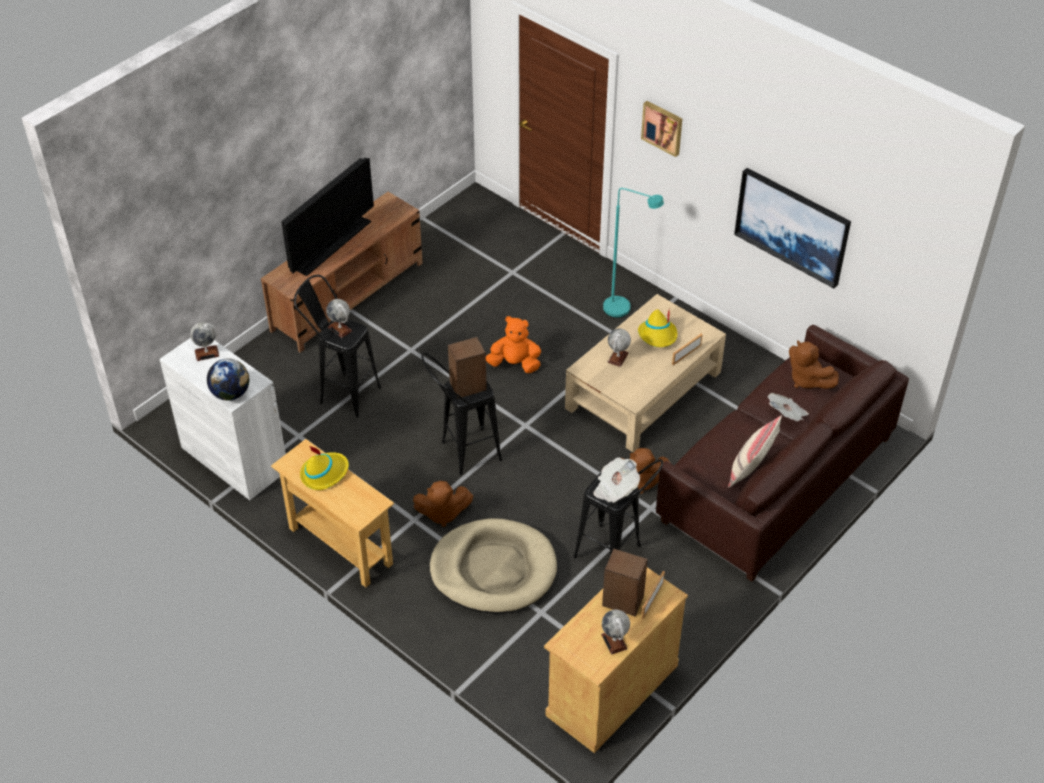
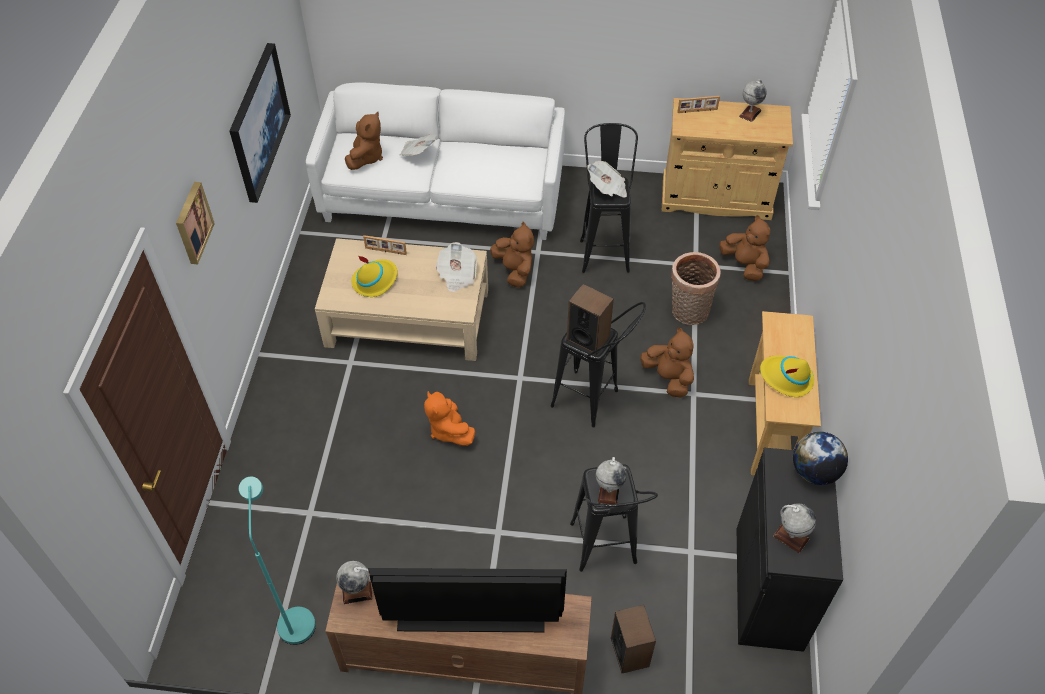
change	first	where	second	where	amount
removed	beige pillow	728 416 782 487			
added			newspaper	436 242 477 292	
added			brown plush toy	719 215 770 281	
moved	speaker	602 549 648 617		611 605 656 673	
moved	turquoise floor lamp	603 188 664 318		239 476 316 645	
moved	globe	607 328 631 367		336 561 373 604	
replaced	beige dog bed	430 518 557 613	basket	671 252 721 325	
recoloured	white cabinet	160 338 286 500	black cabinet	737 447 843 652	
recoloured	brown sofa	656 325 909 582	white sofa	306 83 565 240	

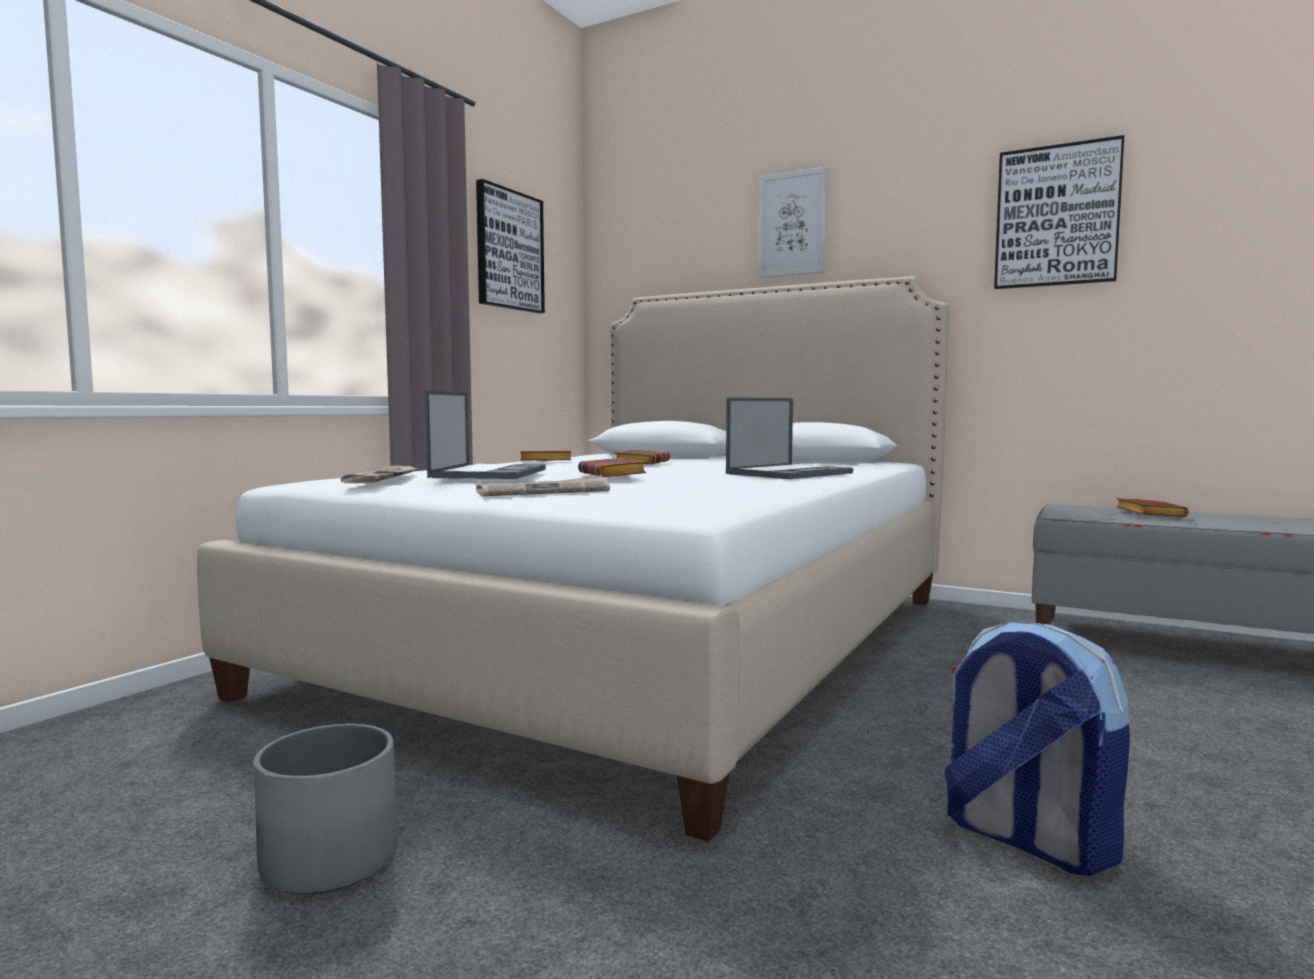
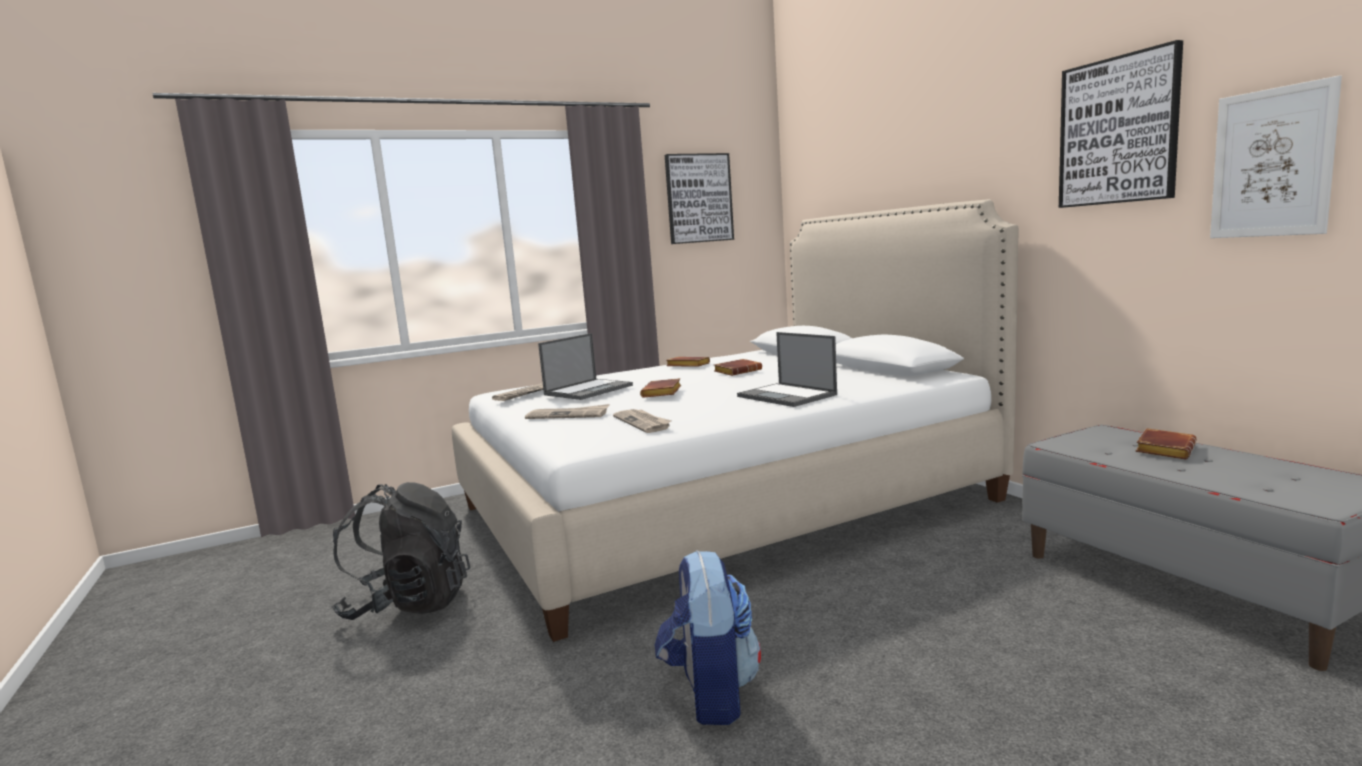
change	first	where	second	where	amount
added			newspaper	613 409 672 433	
moved	picture	758 166 827 278		1210 75 1342 238	
replaced	grey planter	253 724 398 895	black backpack	332 482 470 620	
turned	laptop	726 397 853 479		737 332 837 407	60 degrees clockwise

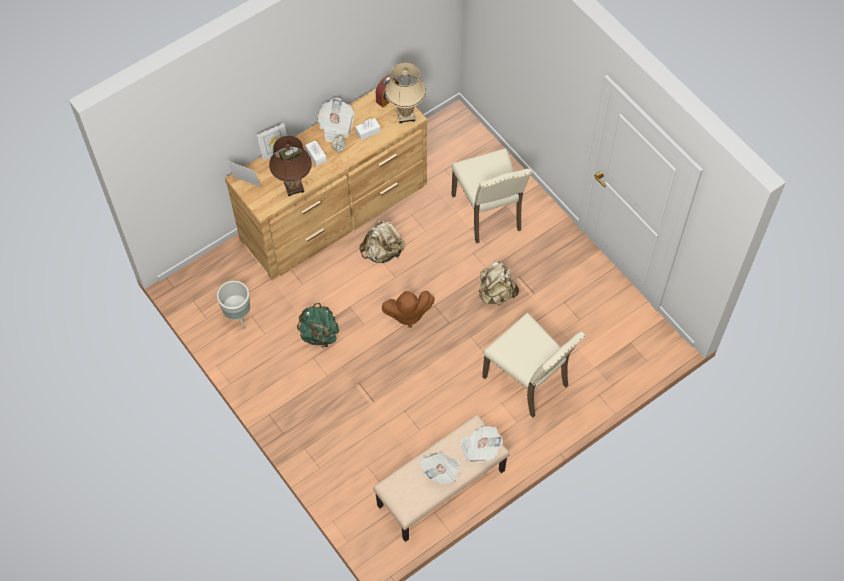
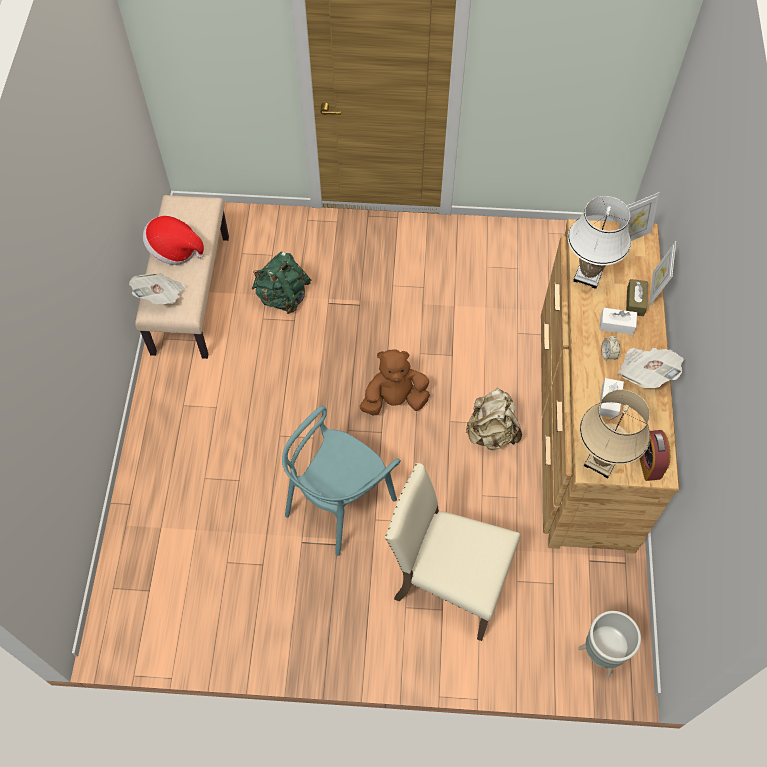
change	first	where	second	where	amount
removed	beige chair	482 313 585 418			
moved	grey planter	217 281 250 330		578 611 641 677	
moved	green backpack	297 303 339 349		252 252 311 314	
replaced	newspaper	420 451 462 484	hat	143 216 204 265	
replaced	beige backpack	478 260 519 306	turquoise chair	282 406 401 556	
recoloured	brown table lamp	269 136 312 196	white table lamp	568 196 631 289	
turned	brown plush toy	382 291 435 328		360 349 430 415	45 degrees clockwise

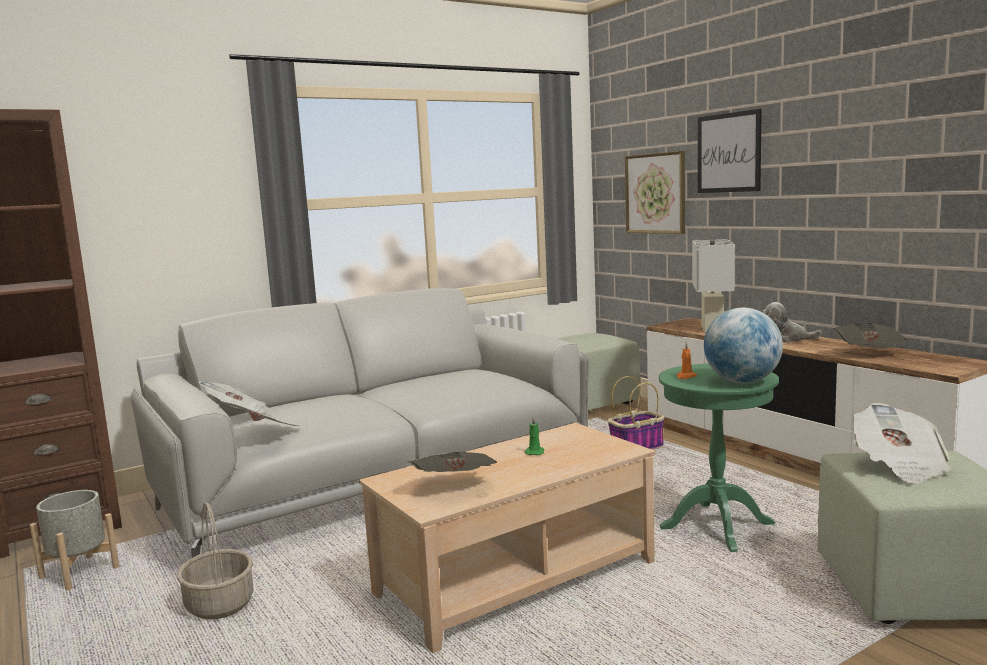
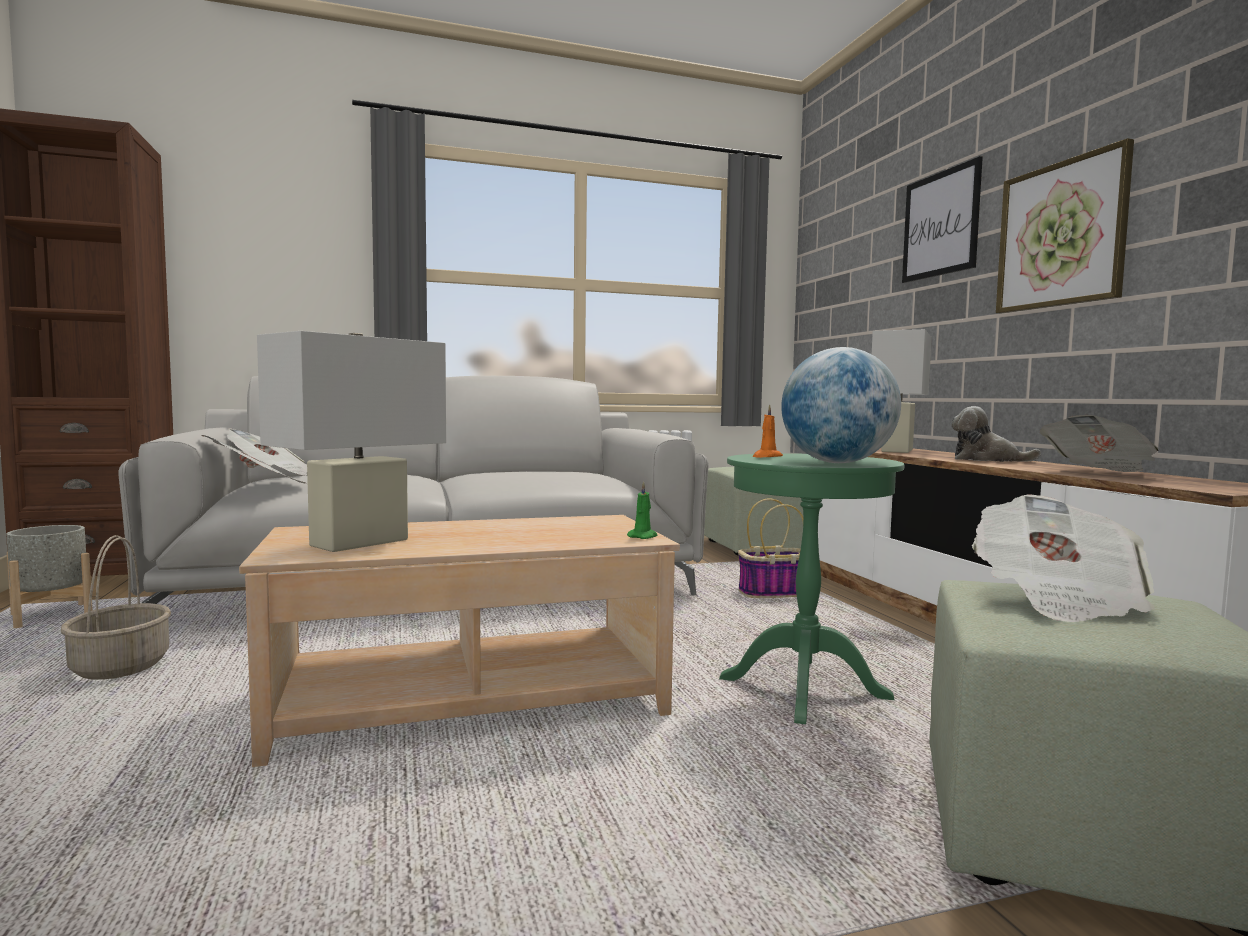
change	first	where	second	where	amount
moved	green candle	525 416 544 455		627 482 657 539	
moved	picture	625 151 685 234		996 138 1134 314	
replaced	newspaper	407 452 497 472	white table lamp	257 331 446 552	

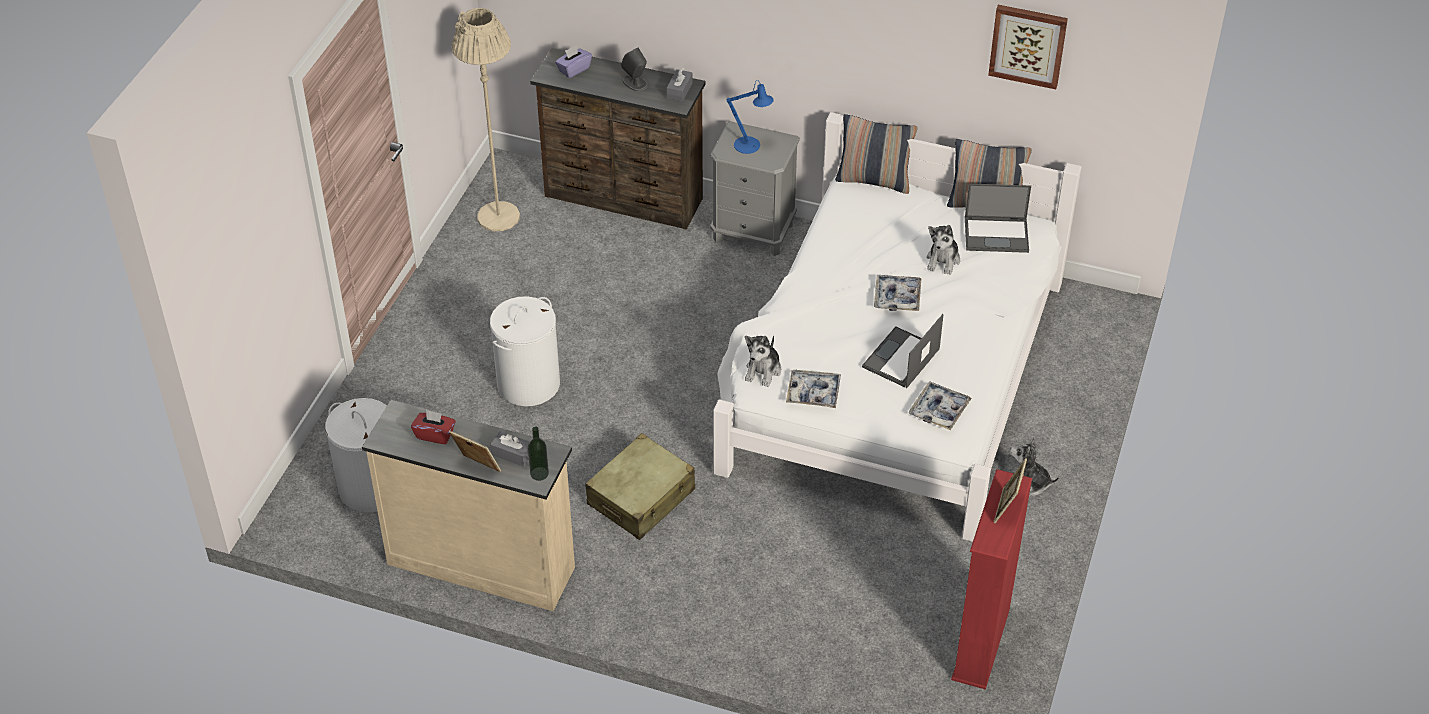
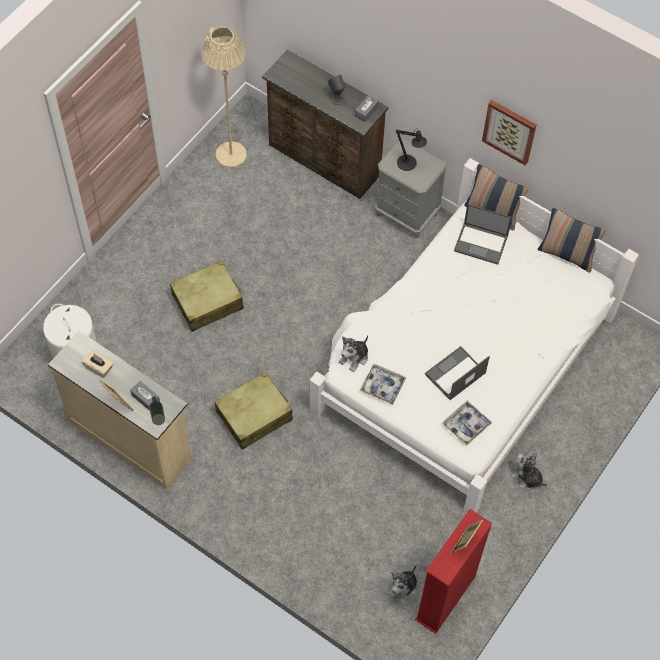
change	first	where	second	where	amount
removed	purple tissue box	555 45 592 78			
removed	tray	874 275 921 311			
moved	plush toy	927 225 960 275		388 565 417 604	
moved	laptop	965 183 1031 253		454 204 512 265	
moved	picture	988 5 1068 89		482 100 537 165	
replaced	white laundry basket	490 296 560 406	beige suitcase	170 260 244 332	
recoloured	red tissue box	411 410 456 444	beige tissue box	82 351 114 378	
recoloured	blue table lamp	727 80 774 154	black table lamp	396 128 427 171	

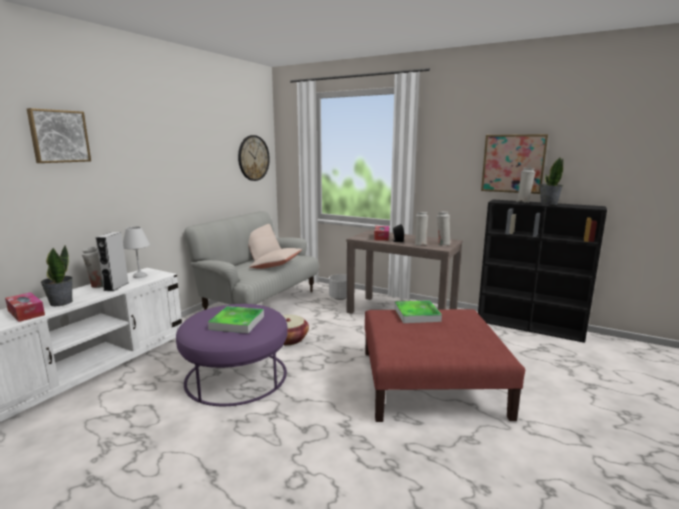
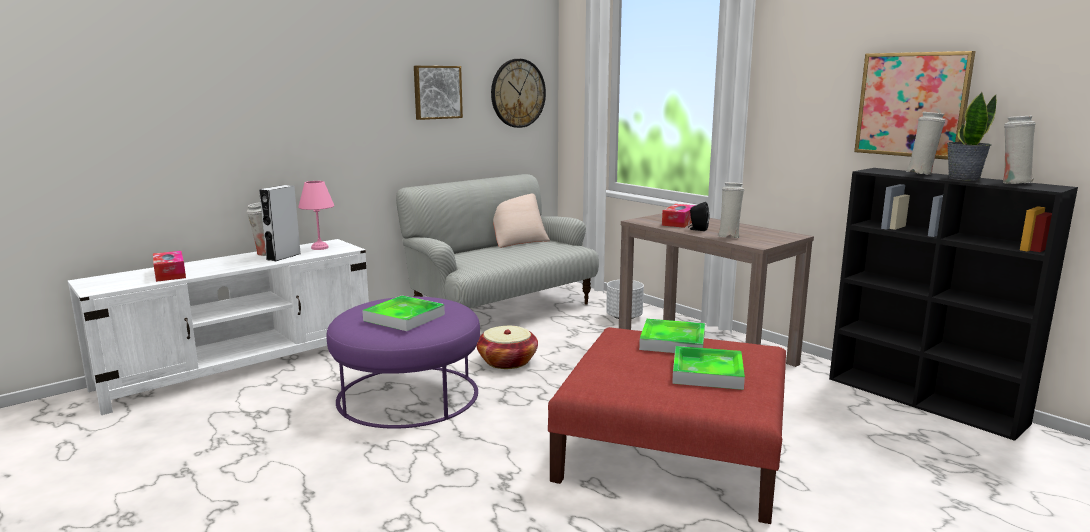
change	first	where	second	where	amount
removed	potted plant	41 245 73 306			
removed	beige pillow	249 248 302 269			
added			tray	672 346 745 390	
moved	picture	27 108 91 163		414 66 463 120	
moved	white vase	437 212 451 246		1003 116 1036 184	
recoloured	white table lamp	123 227 150 278	pink table lamp	298 181 334 250	

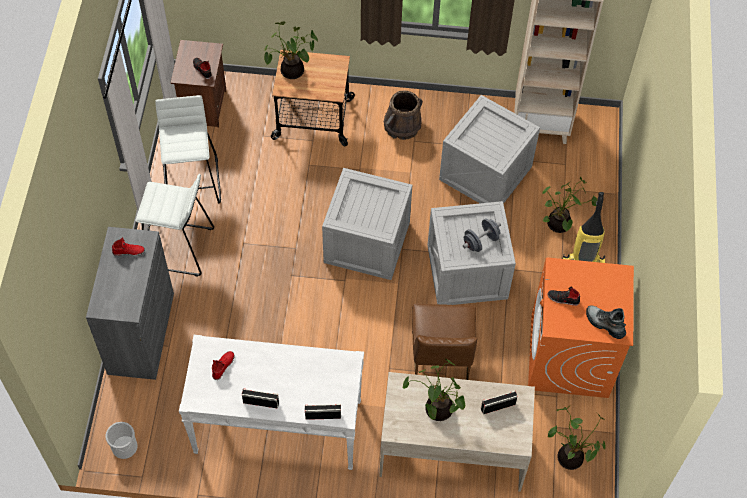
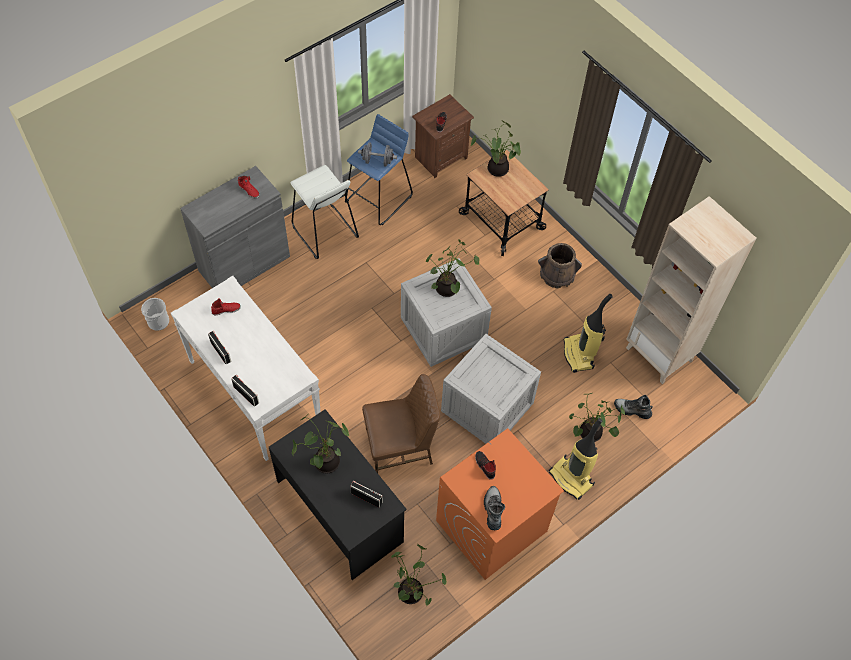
change	first	where	second	where	amount
added			potted plant	426 239 479 297	
added			boot	614 395 653 419	
moved	grey dumbbell	463 219 501 252		358 142 397 167	
replaced	crate	439 95 540 204	vacuum cleaner	564 294 612 373	
recoloured	white stool	155 95 221 203	blue stool	345 114 413 225	
recoloured	beige desk	379 372 535 492	black desk	269 409 407 580	
turned	brown chair	412 304 477 380		362 374 440 473	150 degrees counterclockwise

